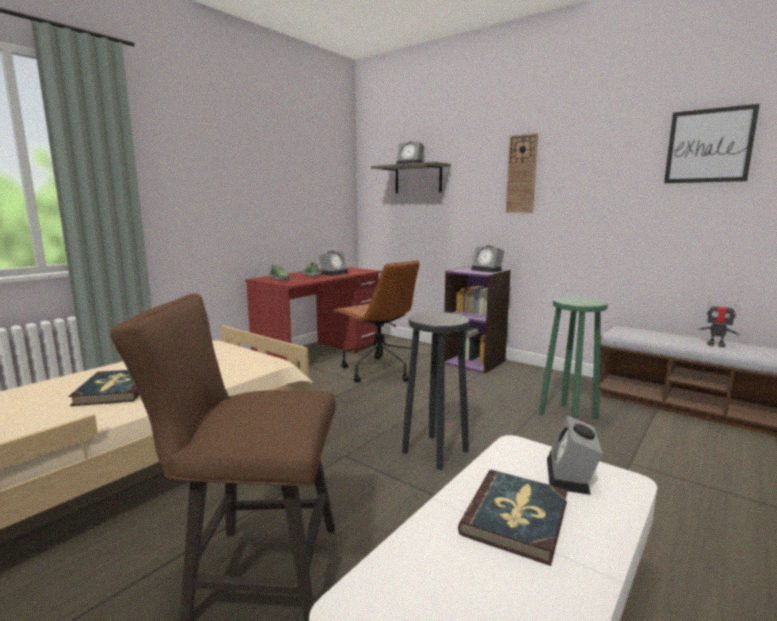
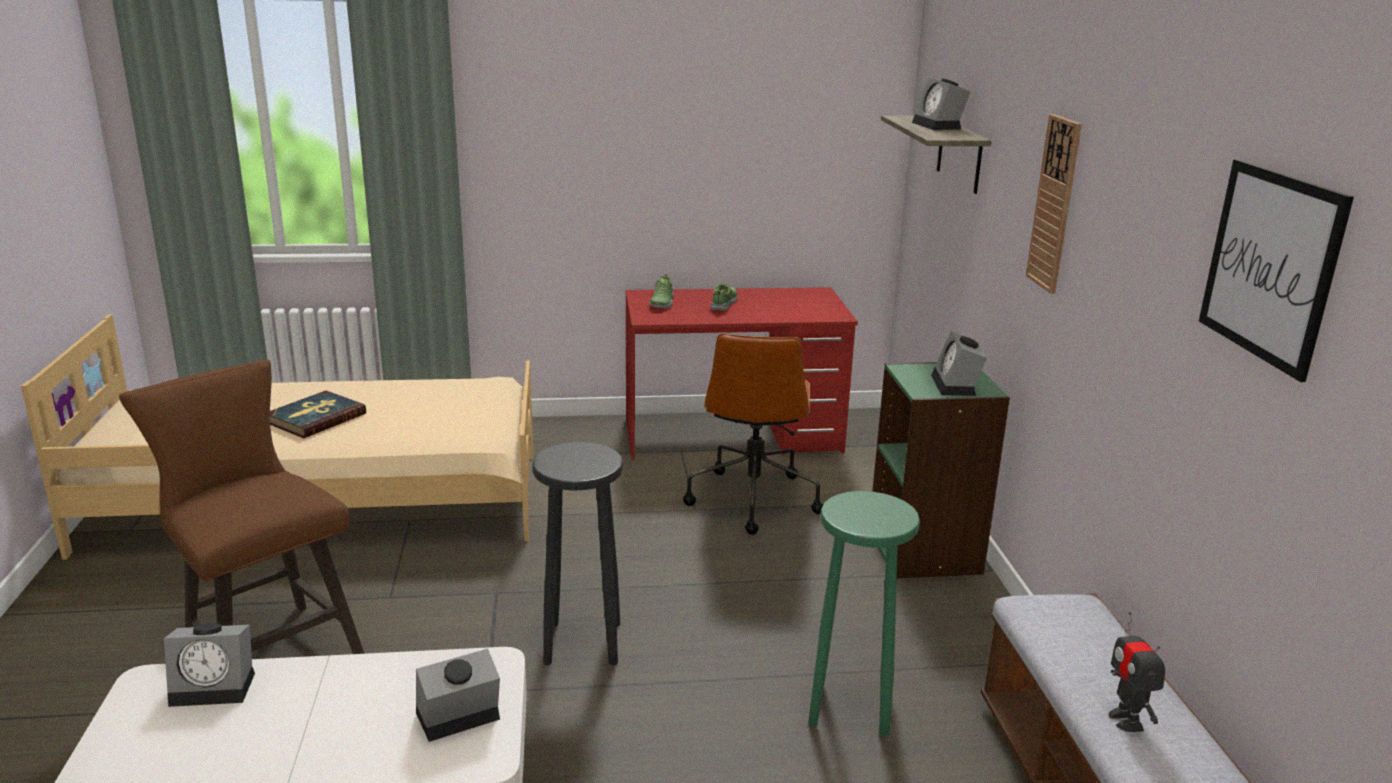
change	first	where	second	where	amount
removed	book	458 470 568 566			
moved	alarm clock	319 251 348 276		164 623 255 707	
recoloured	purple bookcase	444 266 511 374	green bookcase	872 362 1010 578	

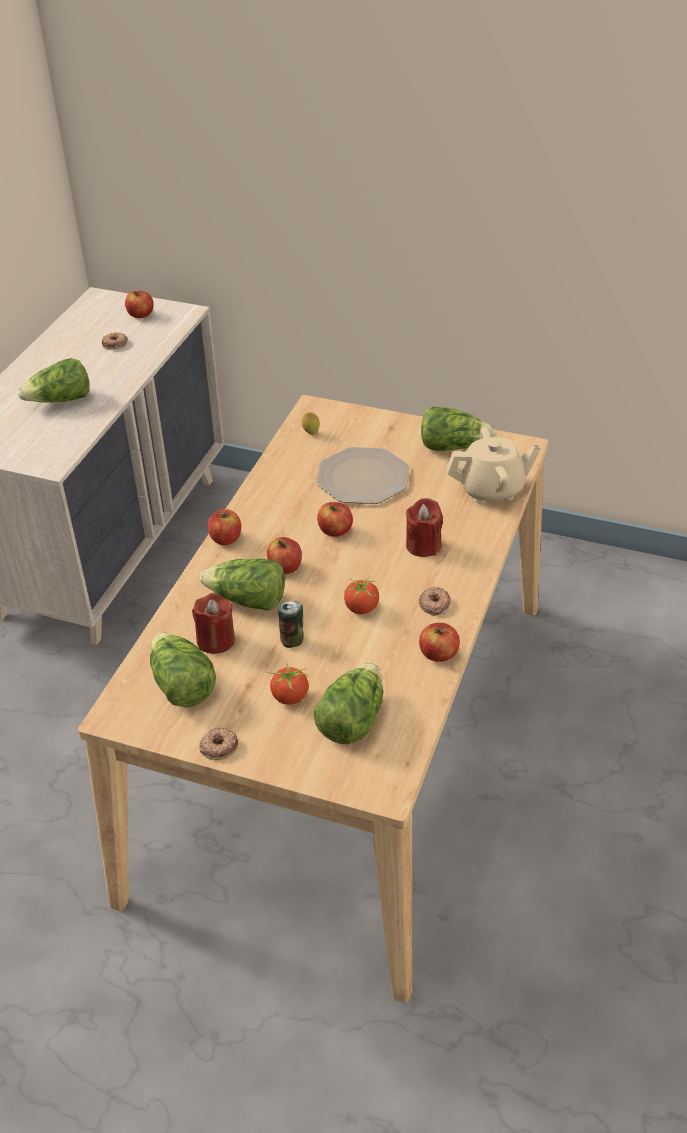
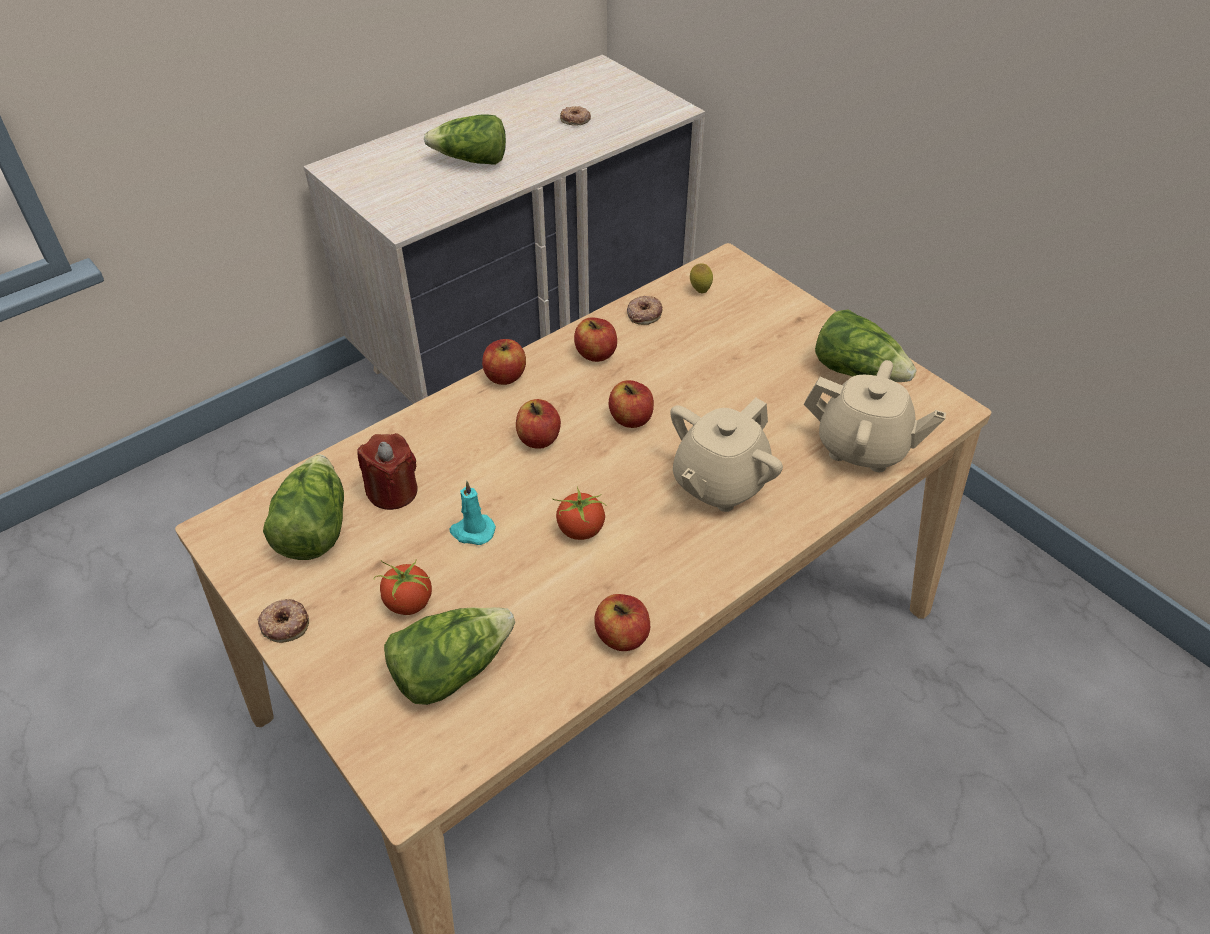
change	first	where	second	where	amount
removed	lettuce	200 559 285 611			
removed	plate	316 447 409 504			
moved	apple	125 291 154 318		574 317 617 362	
moved	donut	419 587 451 616		627 296 663 325	
replaced	can	278 601 304 648	turquoise candle	450 481 496 545	
replaced	red candle	406 498 443 557	beige teapot	670 398 783 512	

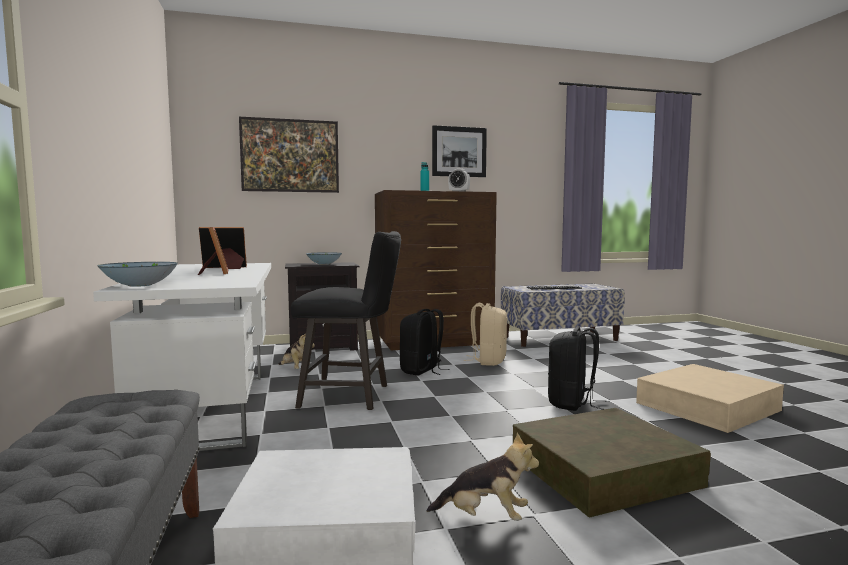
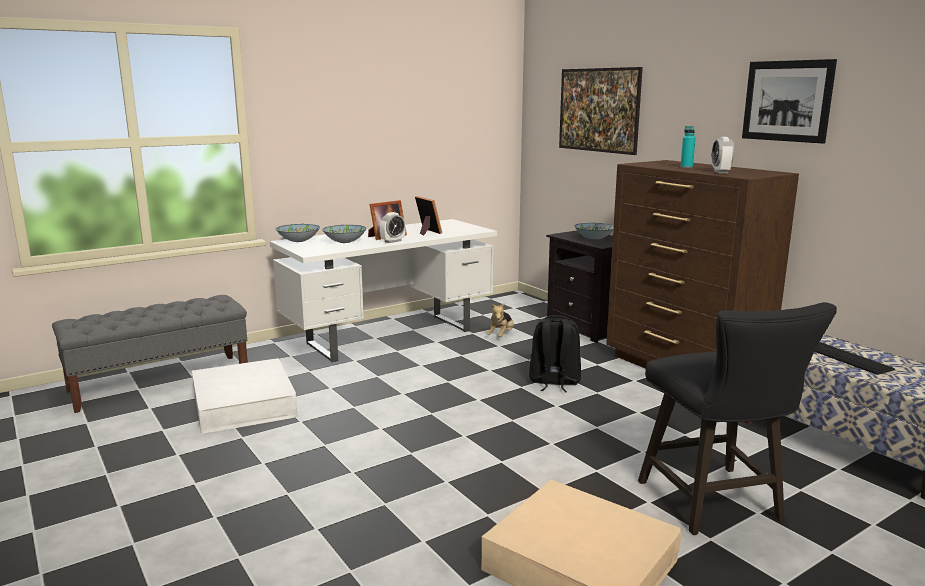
change	first	where	second	where	amount
removed	plush toy	427 432 539 521			
removed	beige backpack	464 303 507 366			
removed	brown storage box	513 408 711 518			
removed	black backpack	548 327 607 411			
added			bowl	322 225 367 243	
added			alarm clock	380 212 406 243	
moved	black stool	291 231 401 410		638 302 837 535	

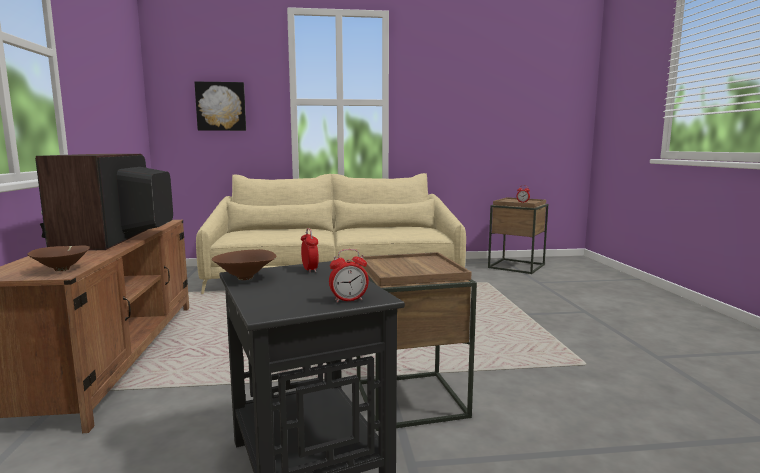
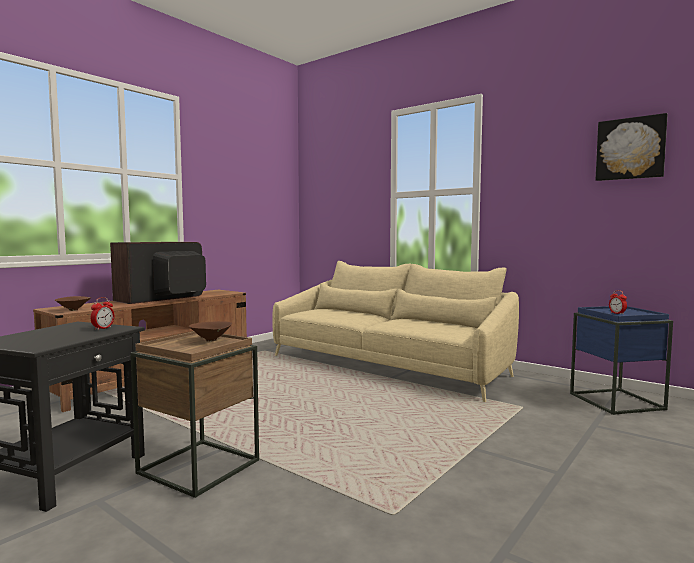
change	first	where	second	where	amount
removed	alarm clock	329 249 369 302			
moved	picture	194 82 246 131		595 113 668 181	
moved	brown bowl	212 249 277 280		189 321 232 342	
recoloured	brown side table	488 197 548 274	blue side table	570 306 673 415	

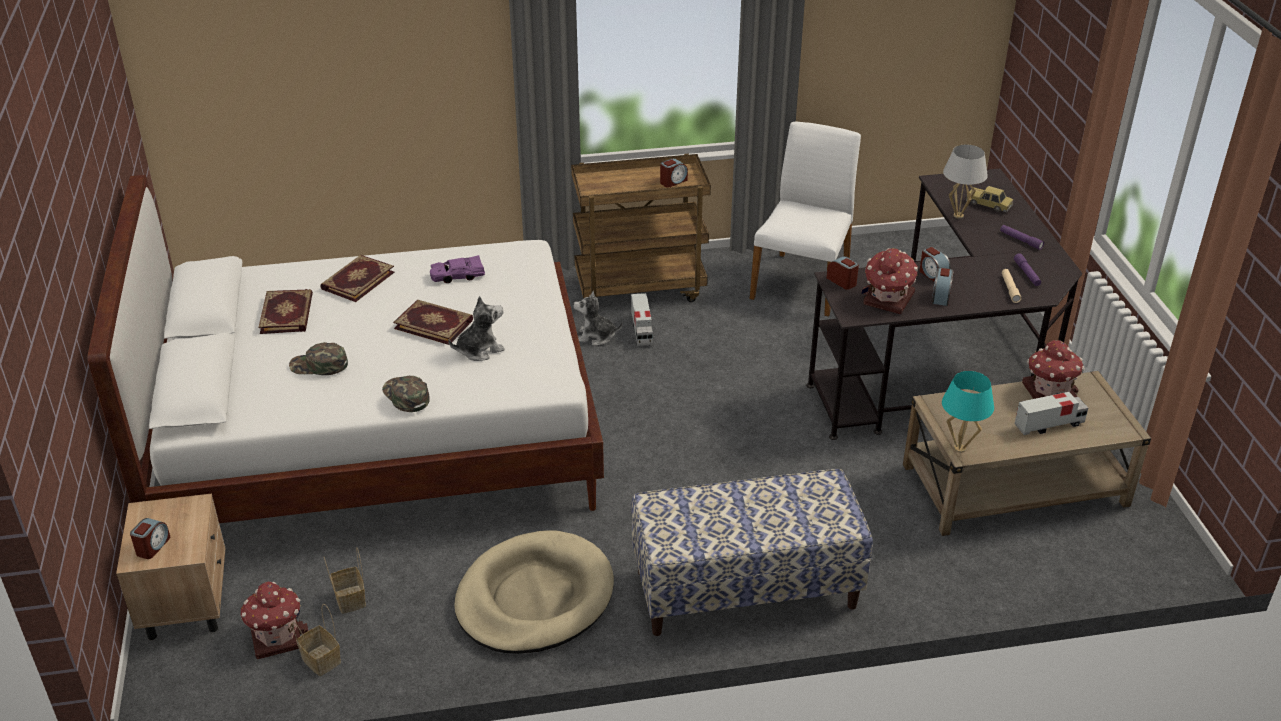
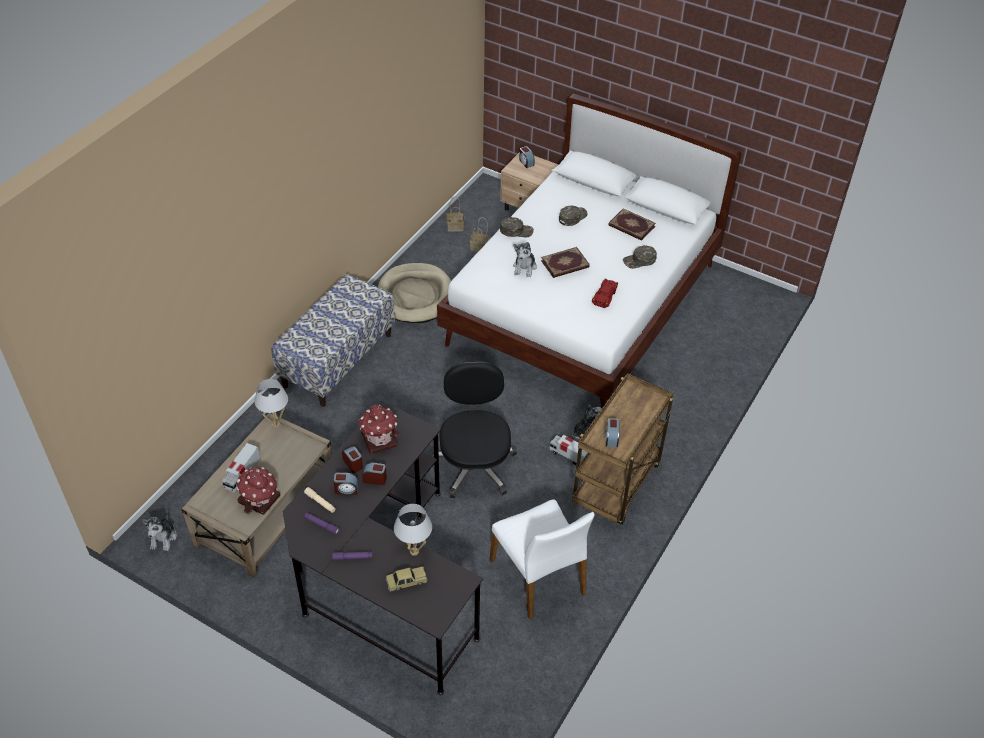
change	first	where	second	where	amount
removed	toy house	241 582 309 659			
added			plush toy	142 511 177 551	
added			black office chair	432 362 517 498	
moved	alarm clock	827 256 859 290		333 473 358 495	
replaced	book	321 255 395 302	green cap	623 245 657 269	
recoloured	purple toy car	430 255 485 283	red toy car	591 279 618 308	
recoloured	turquoise table lamp	942 371 994 453	white table lamp	254 379 288 427	

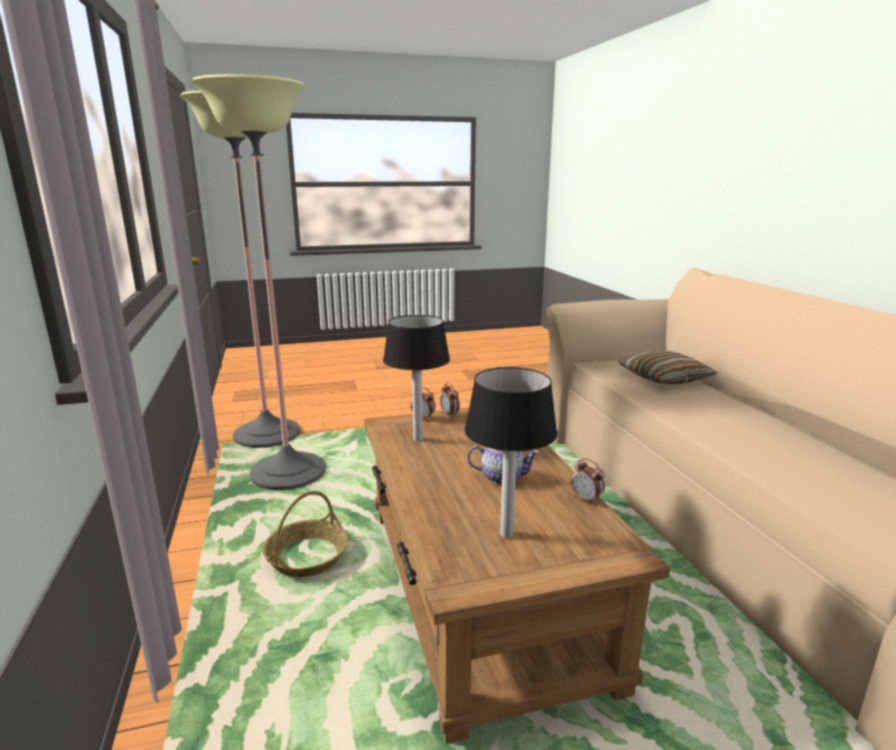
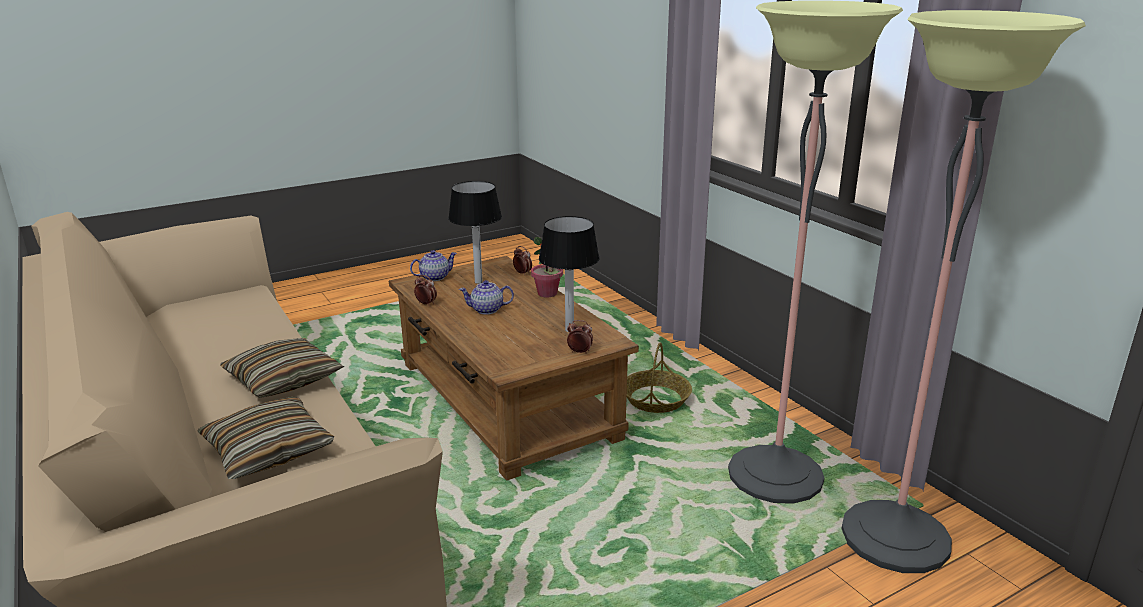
change	first	where	second	where	amount
added			pillow	220 338 344 398	
added			teapot	410 250 457 281	
added			potted plant	531 237 563 298	
moved	alarm clock	440 383 460 418		513 246 532 275	

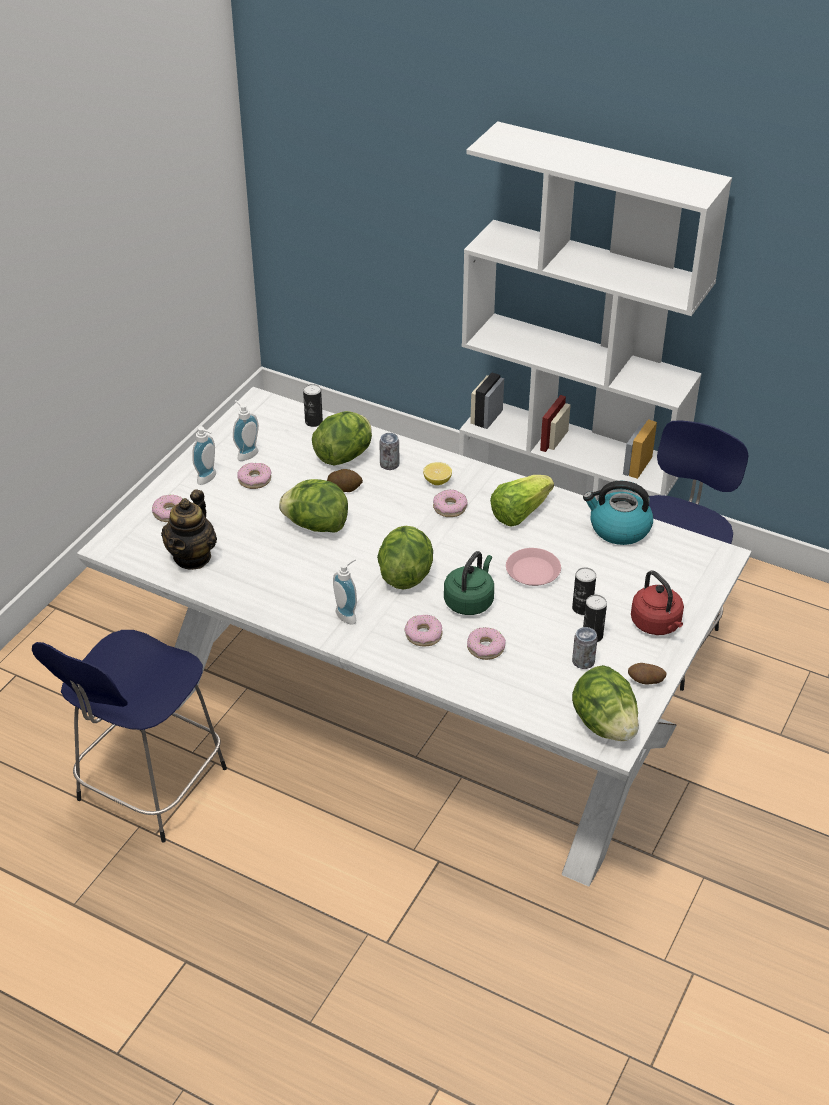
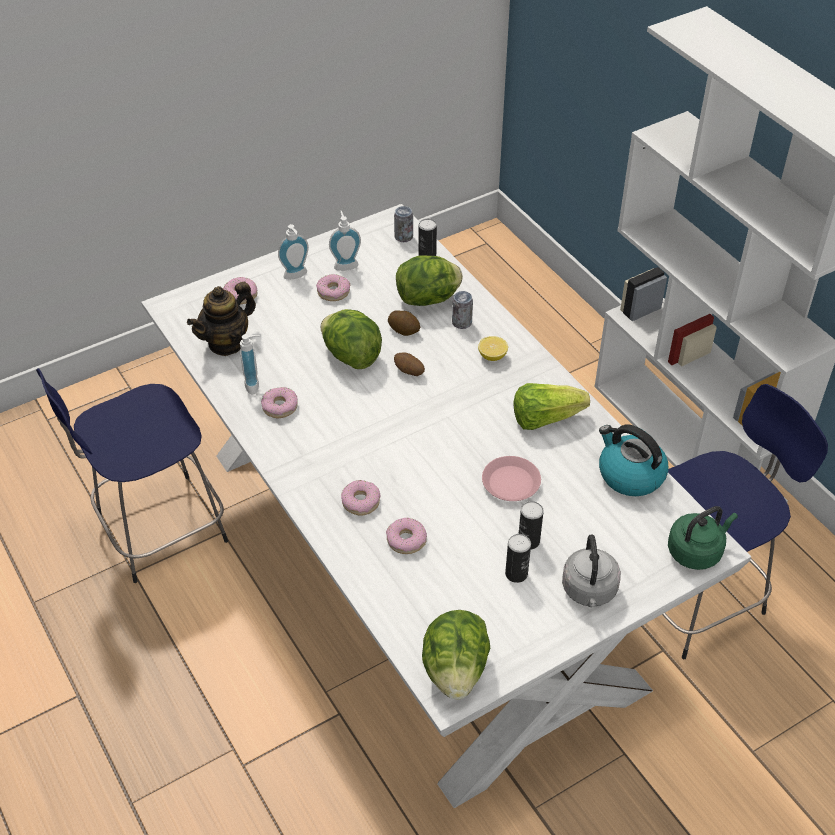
change	first	where	second	where	amount
removed	lettuce	377 526 433 590			
moved	soap dispenser	333 559 357 625		240 334 260 395	
moved	donut	433 489 468 517		261 387 298 418	
moved	green kettle	444 551 494 615		668 506 738 570	
moved	can	572 627 597 669		394 206 413 242	
moved	potato	628 663 666 685		394 352 425 376	
recoloured	red kettle	631 570 684 635	grey kettle	562 534 621 607	

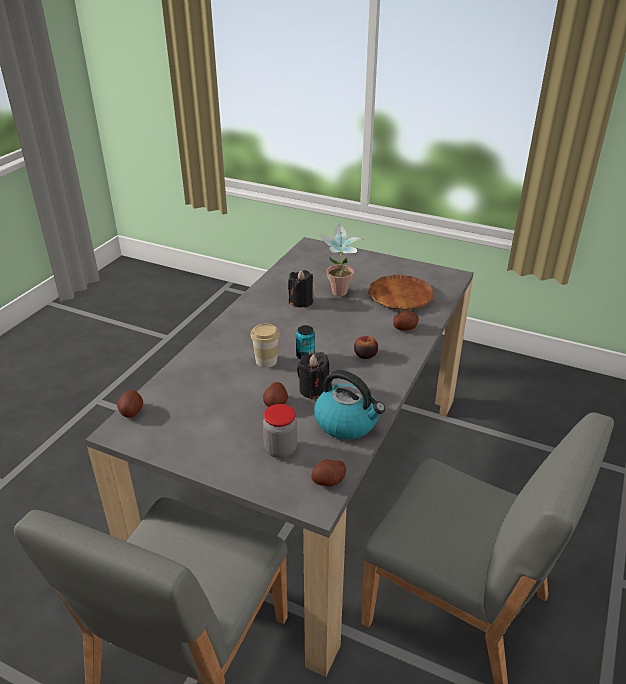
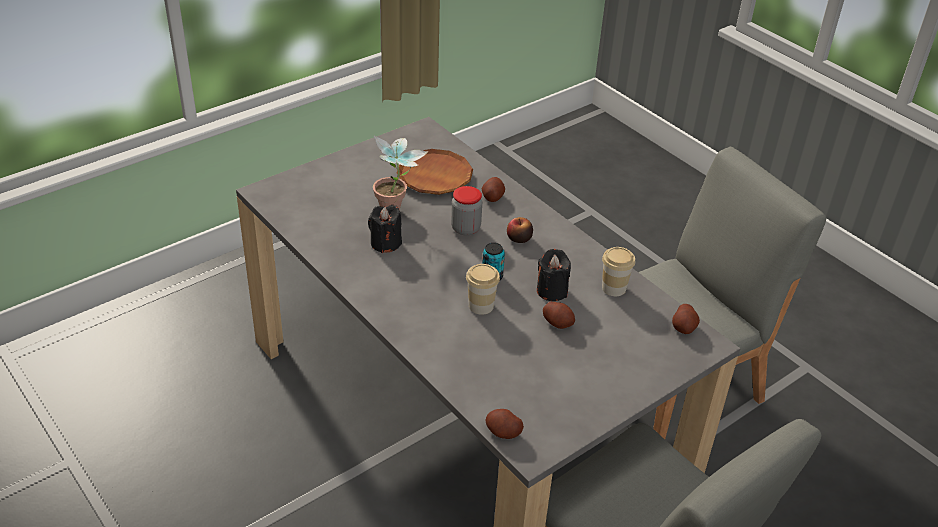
change	first	where	second	where	amount
moved	jar	263 404 297 458		451 186 482 236	
replaced	kettle	314 370 385 439	cup	602 247 635 296	

